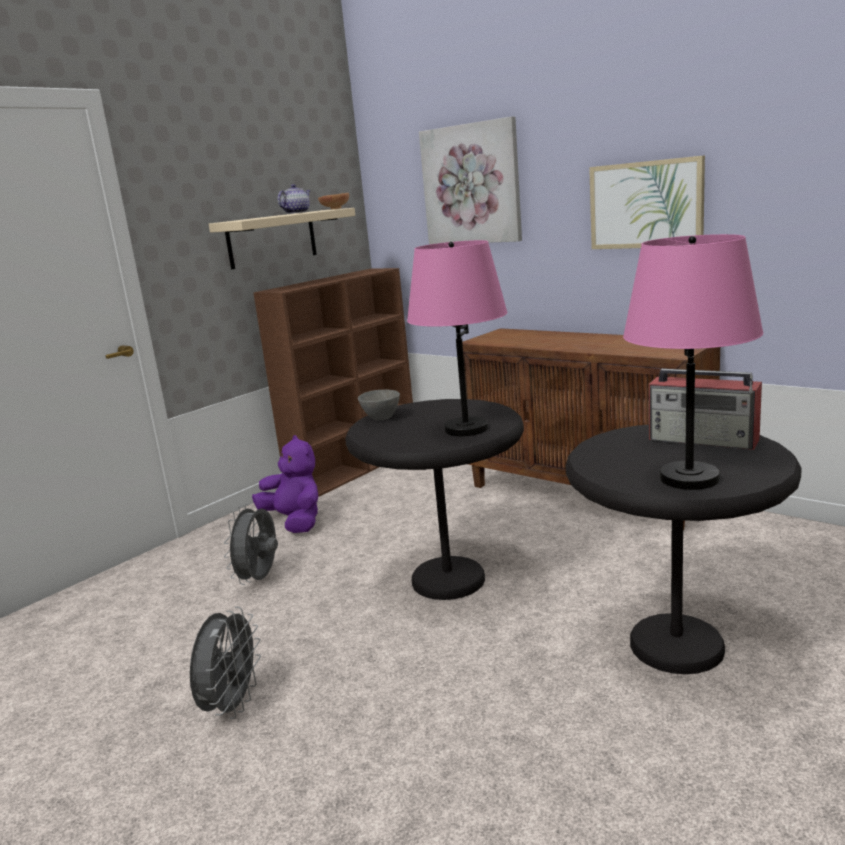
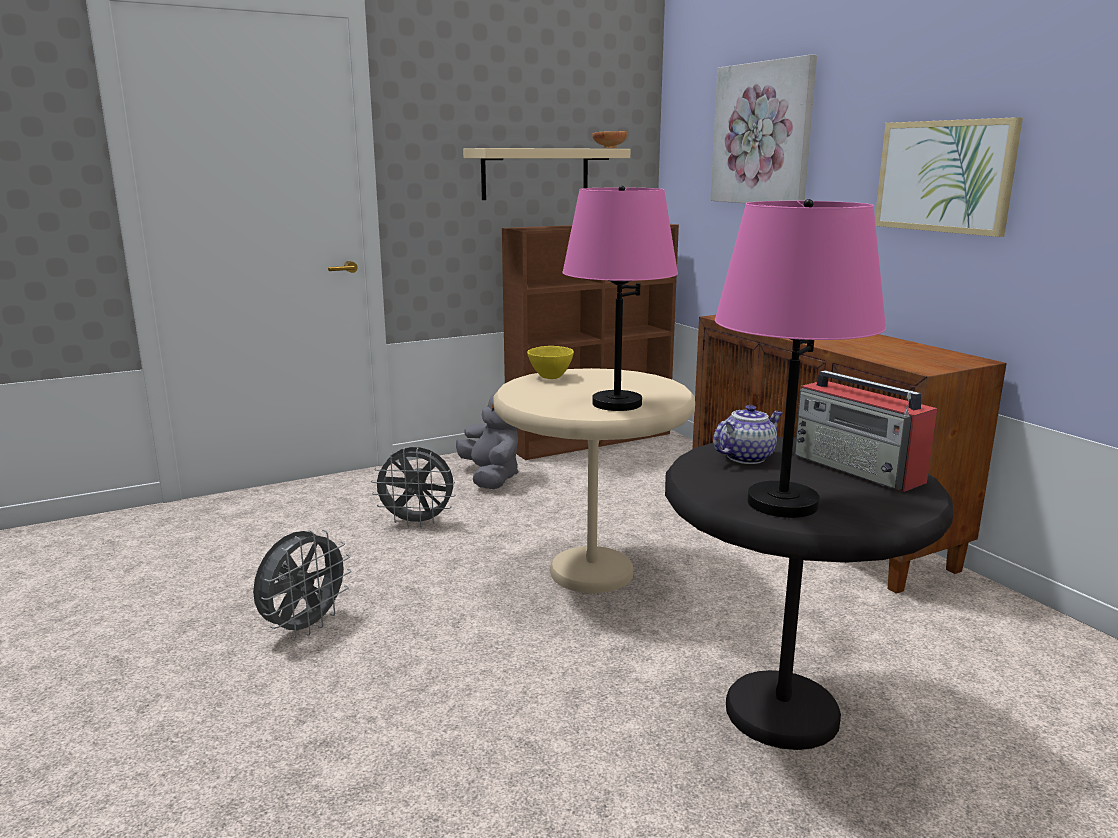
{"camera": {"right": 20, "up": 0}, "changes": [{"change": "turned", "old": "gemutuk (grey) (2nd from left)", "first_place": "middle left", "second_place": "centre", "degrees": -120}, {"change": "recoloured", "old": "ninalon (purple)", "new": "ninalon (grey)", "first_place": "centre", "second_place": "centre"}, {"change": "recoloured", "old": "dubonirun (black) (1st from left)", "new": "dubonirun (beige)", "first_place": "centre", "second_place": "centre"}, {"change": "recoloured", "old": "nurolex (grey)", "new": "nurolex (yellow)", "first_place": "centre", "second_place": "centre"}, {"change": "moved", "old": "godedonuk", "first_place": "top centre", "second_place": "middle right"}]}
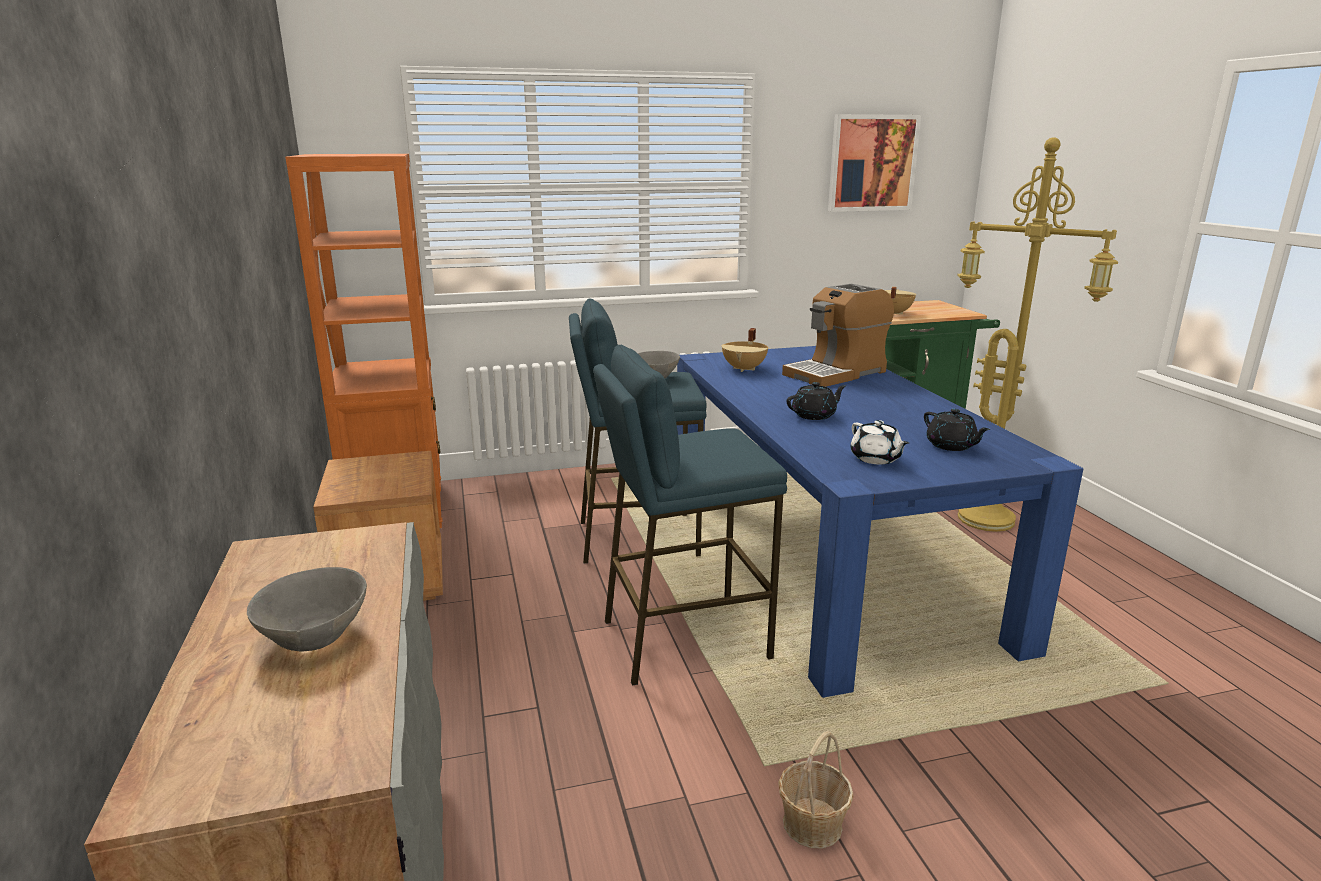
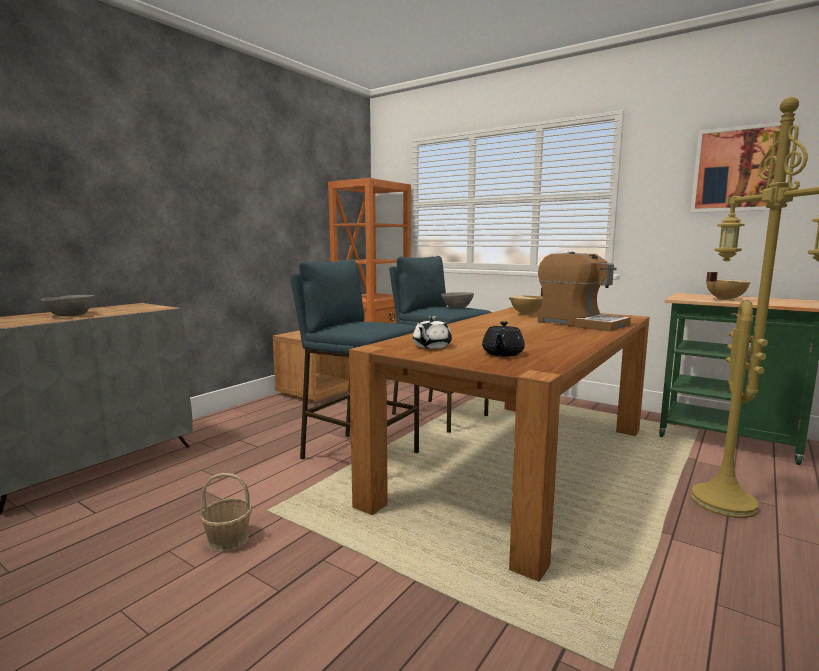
{"camera": {"right": 50, "up": -10}, "changes": [{"change": "recoloured", "old": "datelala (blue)", "new": "datelala (brown)", "first_place": "centre", "second_place": "centre"}, {"change": "turned", "old": "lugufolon", "first_place": "centre", "second_place": "middle right", "degrees": -150}, {"change": "removed", "old": "godedonuk (black) (1st from left)", "first_place": "centre"}]}
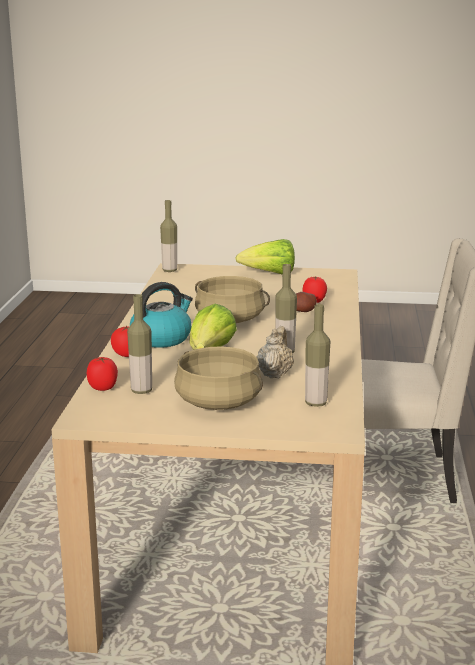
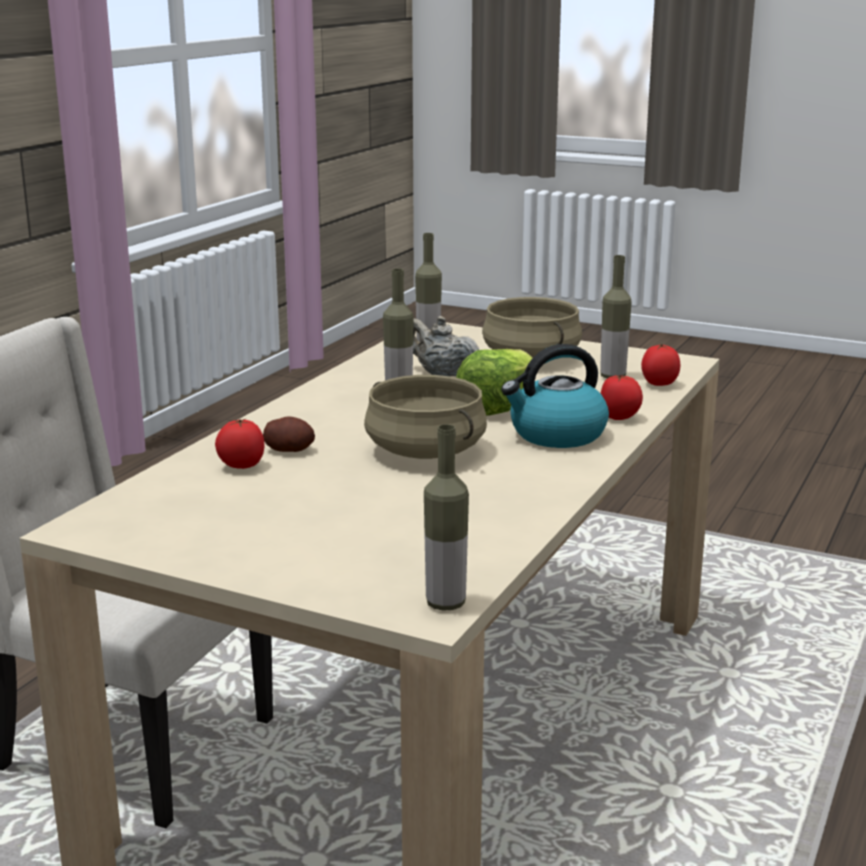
{"camera": {"right": -160, "up": 0}, "changes": [{"change": "turned", "old": "godedonuk (beige)", "first_place": "centre", "second_place": "centre", "degrees": 90}, {"change": "removed", "old": "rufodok (2nd from left)", "first_place": "centre"}]}
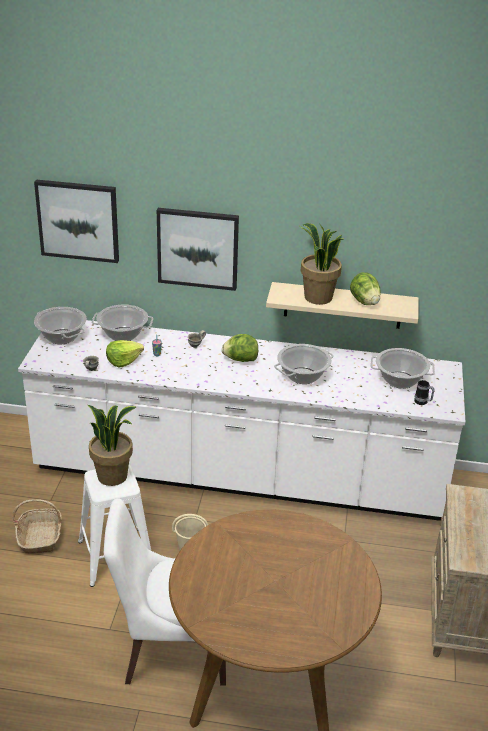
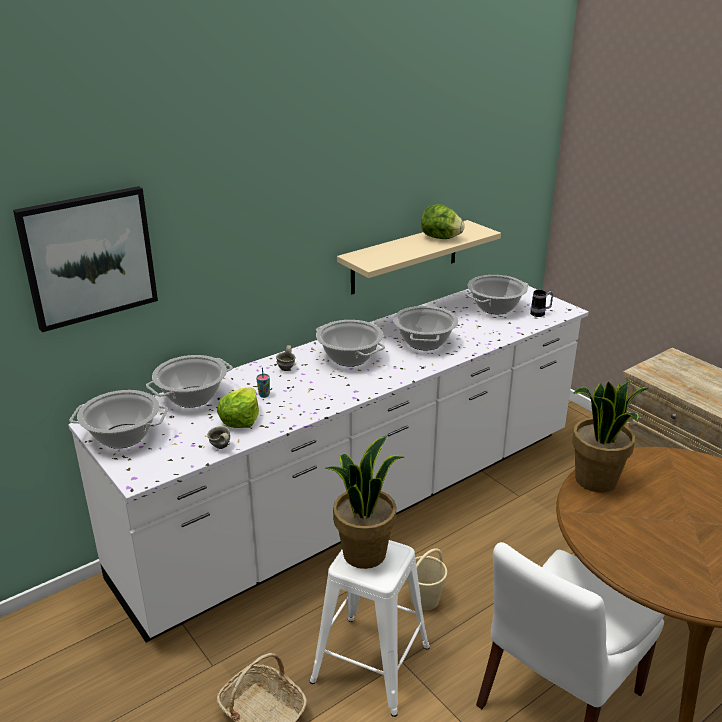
{"camera": {"right": -45, "up": -5}, "changes": [{"change": "replaced", "old": "rufodok (2nd from left)", "new": "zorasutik (3rd from left)", "first_place": "centre", "second_place": "centre"}, {"change": "moved", "old": "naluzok (2nd from left)", "first_place": "centre", "second_place": "middle right"}, {"change": "removed", "old": "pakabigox (2nd from left)", "first_place": "centre"}]}
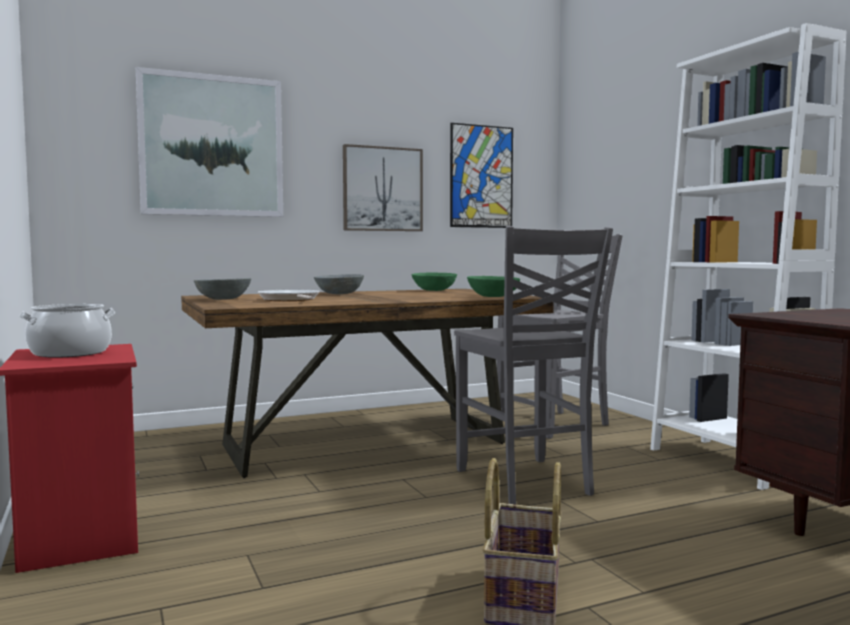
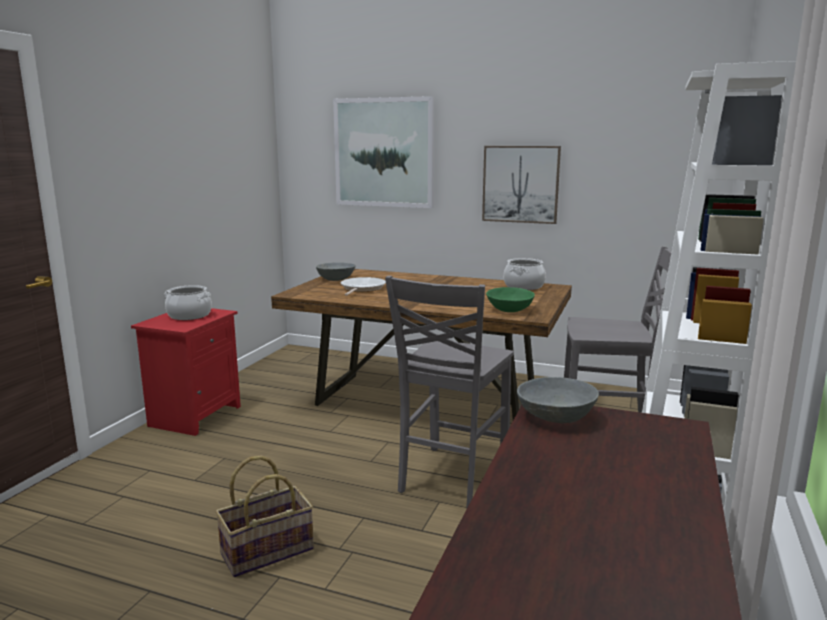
{"camera": {"right": 45, "up": 10}, "changes": [{"change": "replaced", "old": "nurolex (green) (1st from left)", "new": "zorasutik (2nd from left)", "first_place": "centre", "second_place": "centre"}, {"change": "moved", "old": "nurolex (grey) (2nd from left)", "first_place": "centre", "second_place": "middle right"}, {"change": "removed", "old": "pakabigox (3rd from left)", "first_place": "top centre"}]}
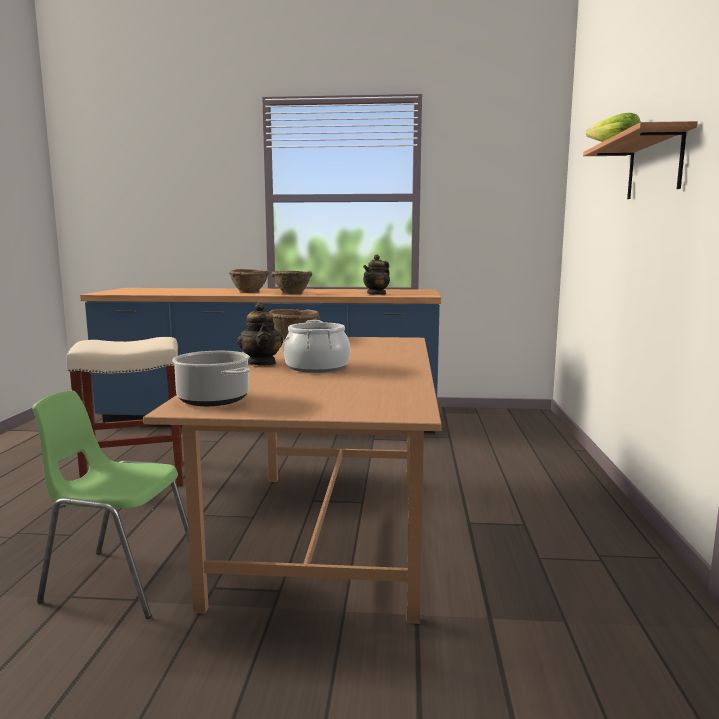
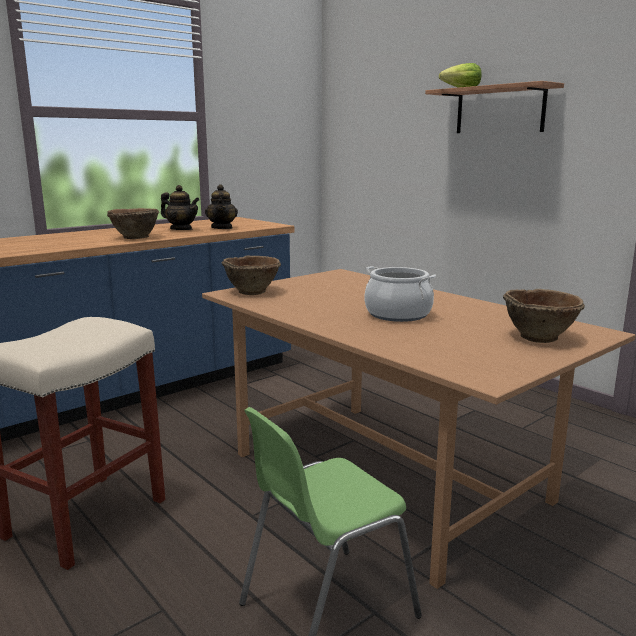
{"camera": {"right": -45, "up": 5}, "changes": [{"change": "moved", "old": "godedonuk (1st from left)", "first_place": "centre", "second_place": "top left"}, {"change": "moved", "old": "nurolex (brown) (1st from left in the first image)", "new": "nurolex (brown) (3rd from left)", "first_place": "centre", "second_place": "middle right"}, {"change": "removed", "old": "zorasutik (1st from left)", "first_place": "middle left"}]}
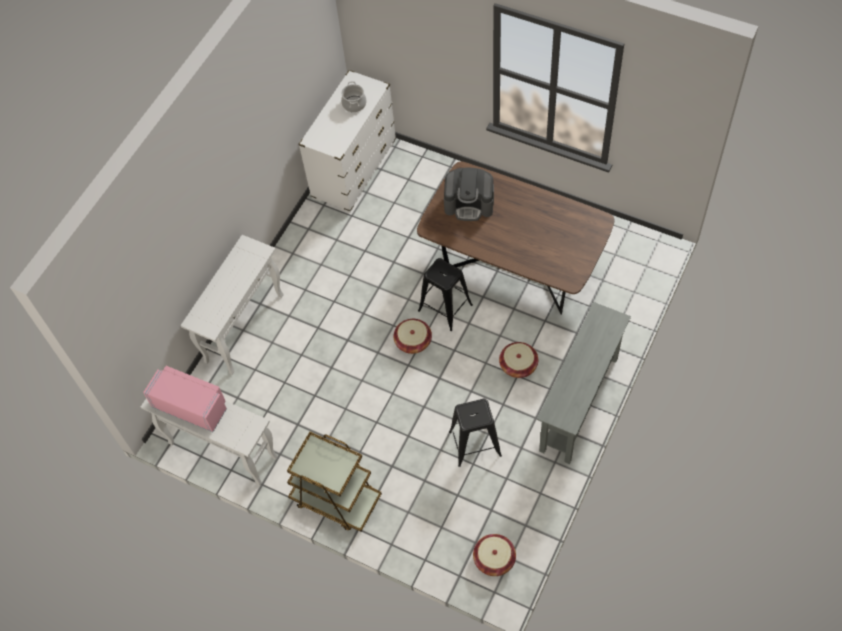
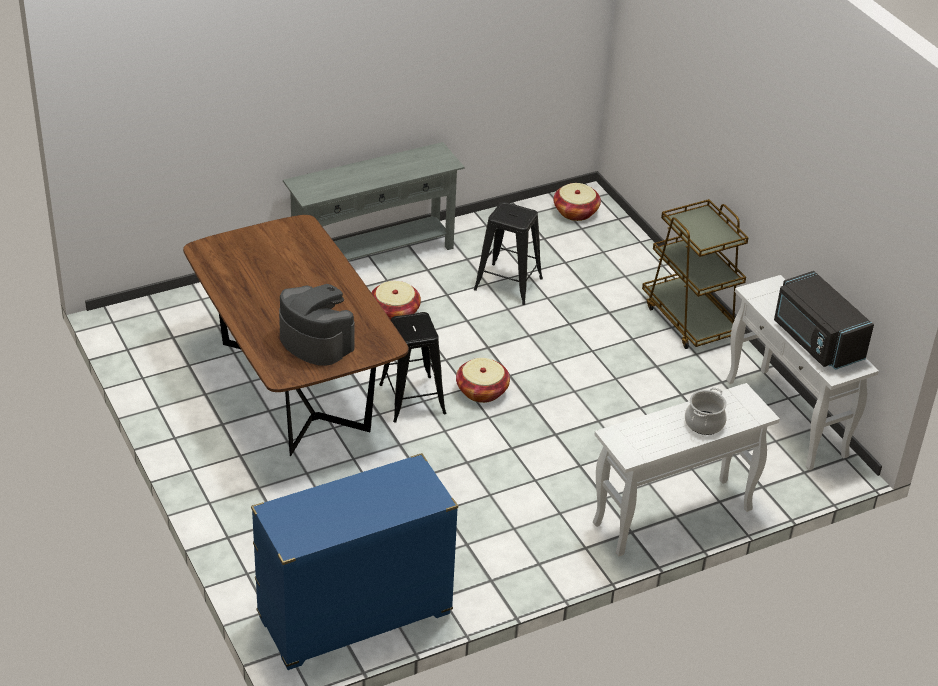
{"camera": {"right": -150, "up": -20}, "changes": [{"change": "recoloured", "old": "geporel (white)", "new": "geporel (blue)", "first_place": "top centre", "second_place": "bottom centre"}, {"change": "moved", "old": "zorasutik", "first_place": "top centre", "second_place": "middle right"}, {"change": "recoloured", "old": "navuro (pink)", "new": "navuro (black)", "first_place": "middle left", "second_place": "middle right"}]}
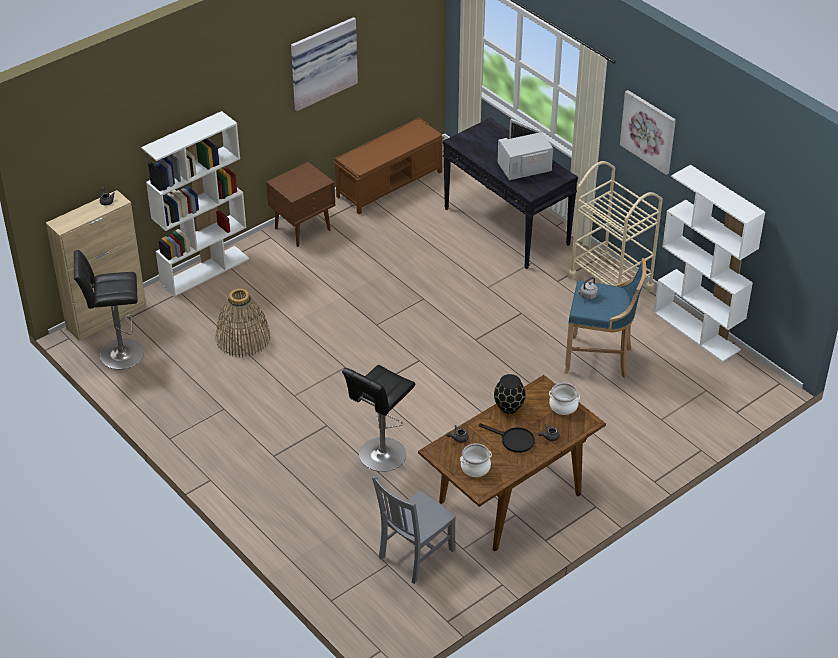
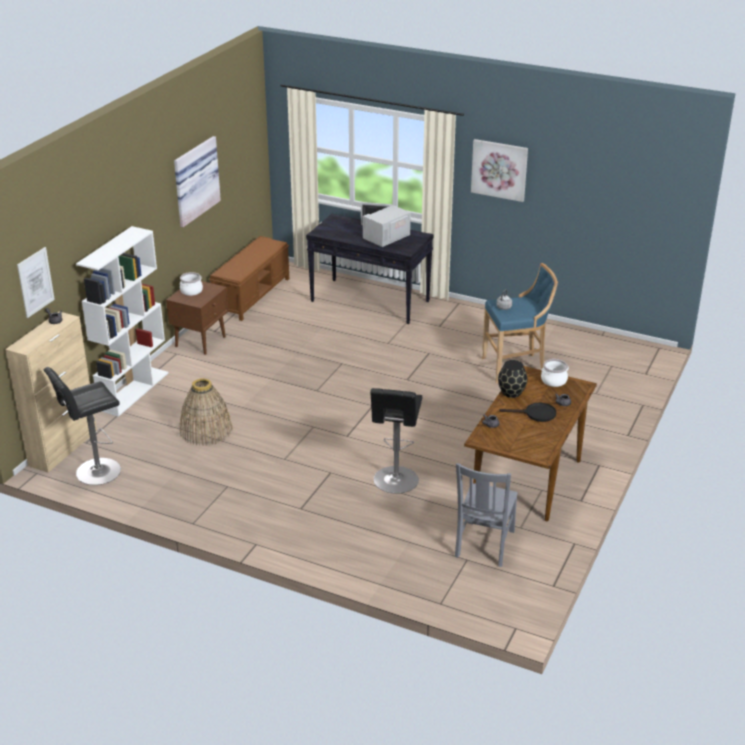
{"camera": {"right": -25, "up": -10}, "changes": [{"change": "added", "new": "pakabigox (1st from left)", "second_place": "middle left"}, {"change": "moved", "old": "zorasutik (1st from left)", "first_place": "bottom centre", "second_place": "middle left"}, {"change": "removed", "old": "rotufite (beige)", "first_place": "middle right"}, {"change": "removed", "old": "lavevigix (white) (2nd from left)", "first_place": "middle right"}]}
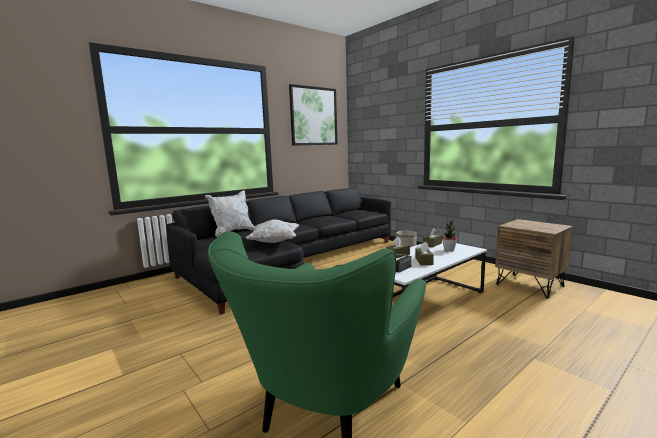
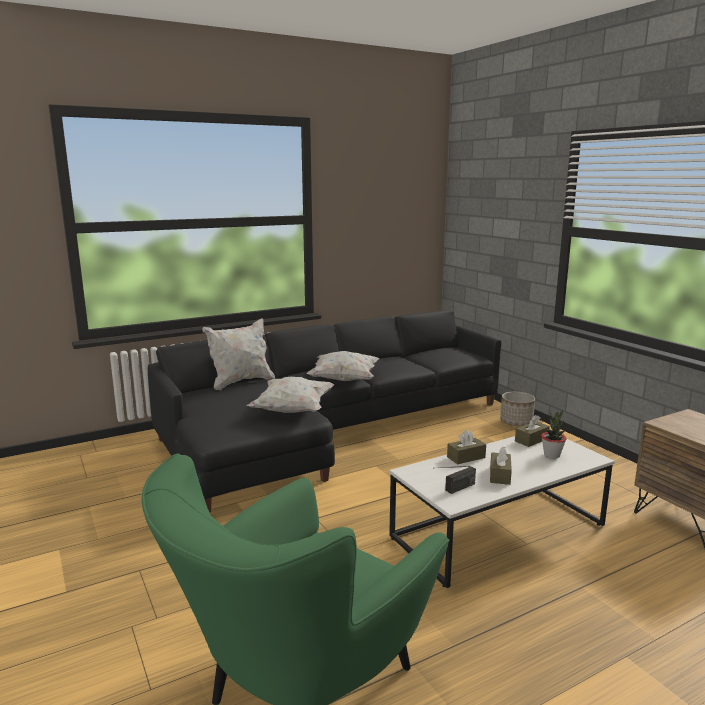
{"camera": {"right": 10, "up": 5}, "changes": [{"change": "added", "new": "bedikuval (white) (3rd from left)", "second_place": "centre"}, {"change": "removed", "old": "pakabigox", "first_place": "top centre"}]}
